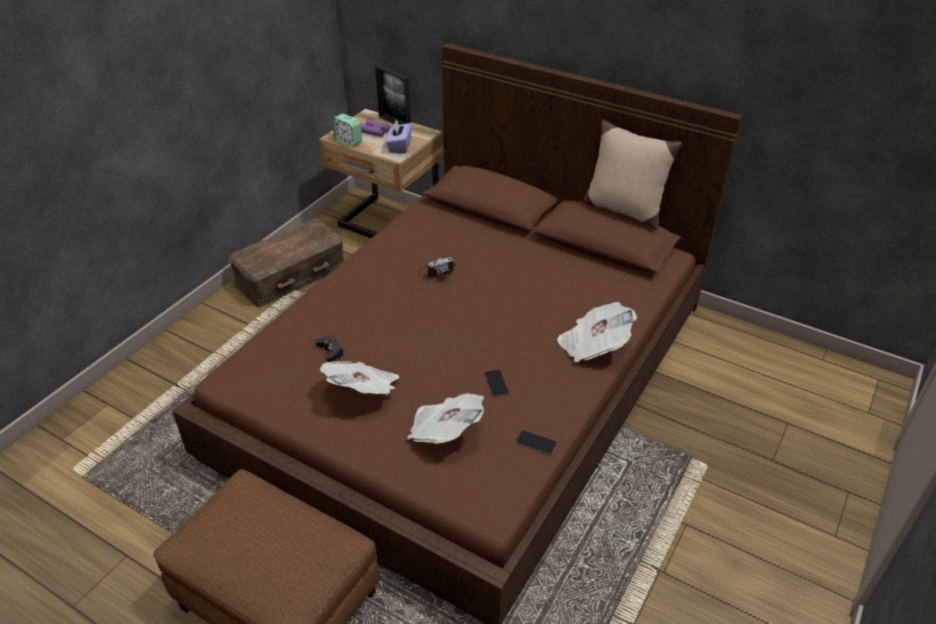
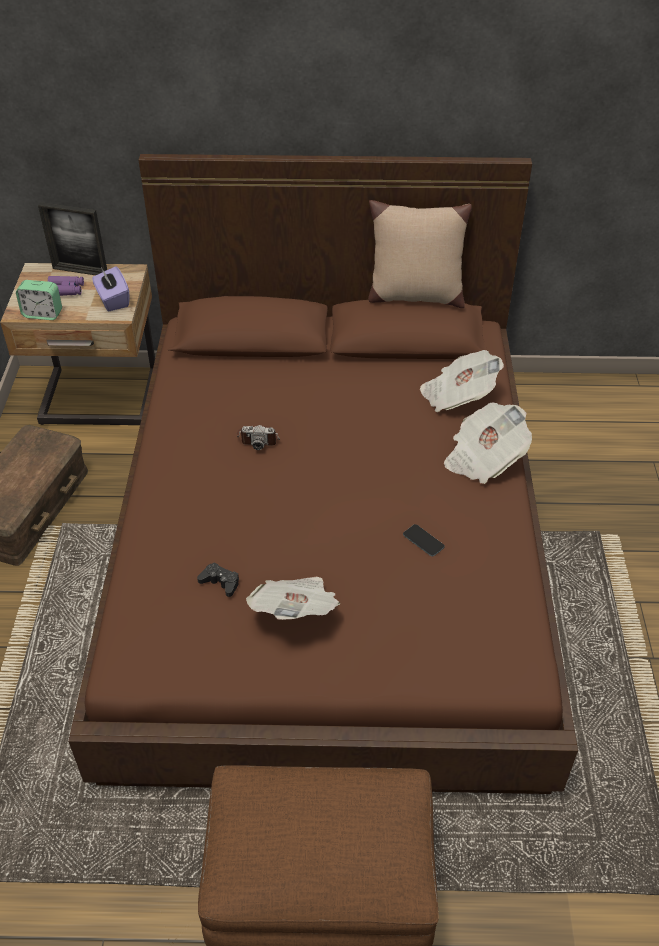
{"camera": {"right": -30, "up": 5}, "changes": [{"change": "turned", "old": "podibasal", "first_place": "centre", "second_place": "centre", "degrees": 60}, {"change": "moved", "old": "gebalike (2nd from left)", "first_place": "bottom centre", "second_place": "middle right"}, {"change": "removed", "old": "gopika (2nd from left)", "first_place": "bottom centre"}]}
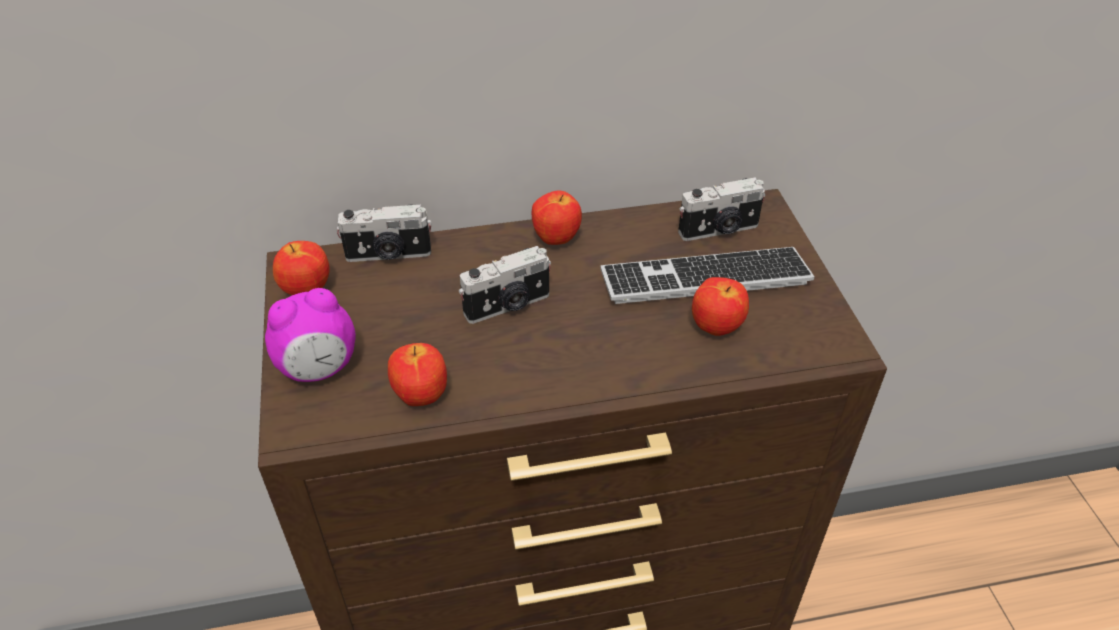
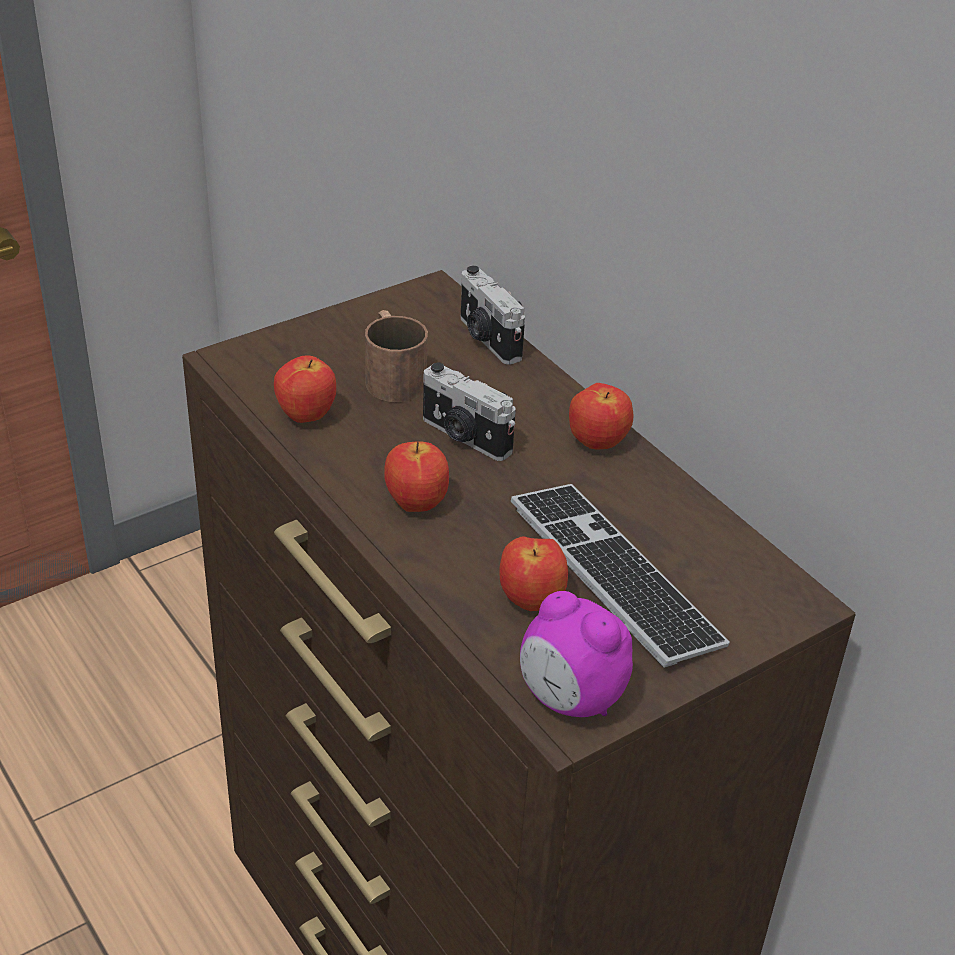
{"camera": {"right": 65, "up": -5}, "changes": [{"change": "added", "new": "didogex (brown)", "second_place": "centre"}, {"change": "moved", "old": "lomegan (1st from left in the first image)", "new": "lomegan (2nd from left)", "first_place": "middle left", "second_place": "centre"}, {"change": "moved", "old": "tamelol", "first_place": "middle left", "second_place": "bottom centre"}, {"change": "removed", "old": "podibasal (3rd from left)", "first_place": "top centre"}]}
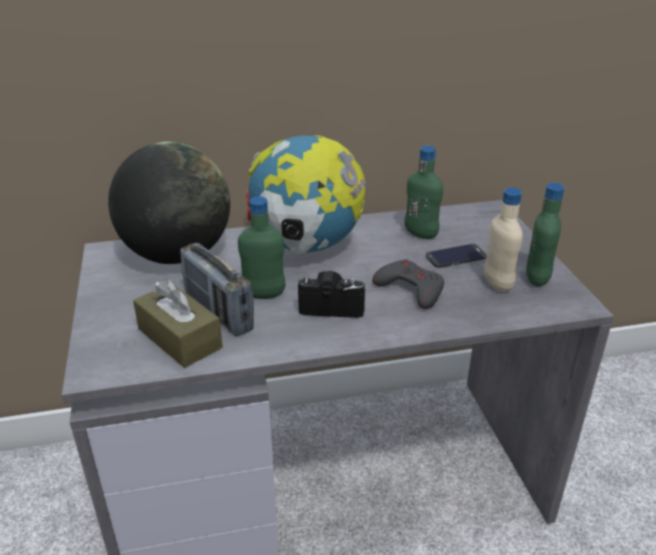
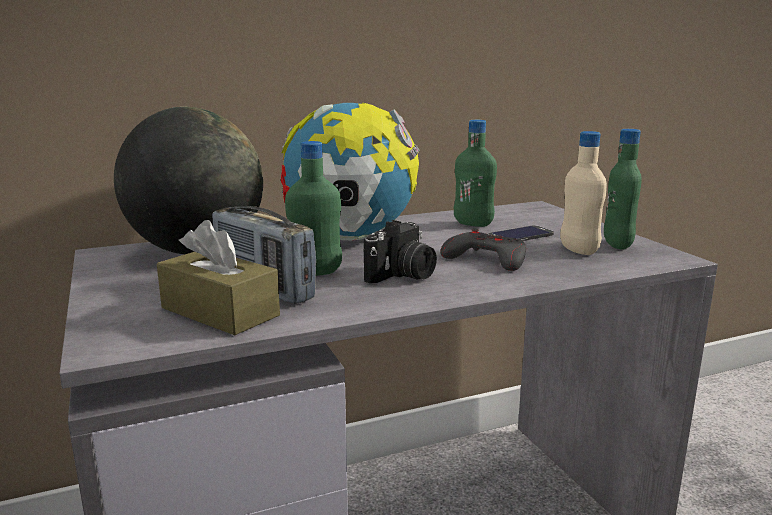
{"camera": {"right": -10, "up": -15}, "changes": [{"change": "turned", "old": "podibasal", "first_place": "centre", "second_place": "centre", "degrees": 135}]}
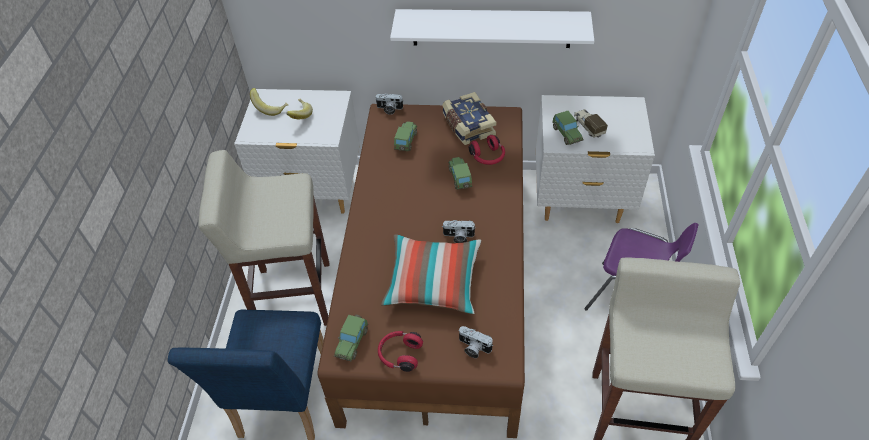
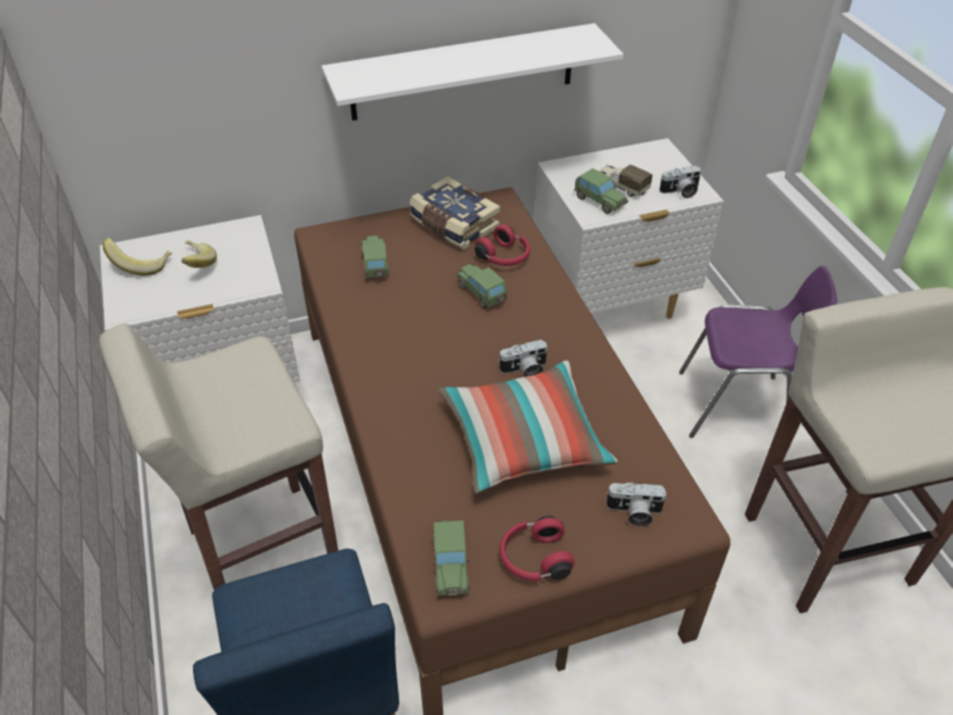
{"camera": {"right": -25, "up": -5}, "changes": [{"change": "moved", "old": "podibasal (1st from left in the first image)", "new": "podibasal (3rd from left)", "first_place": "top centre", "second_place": "top right"}]}
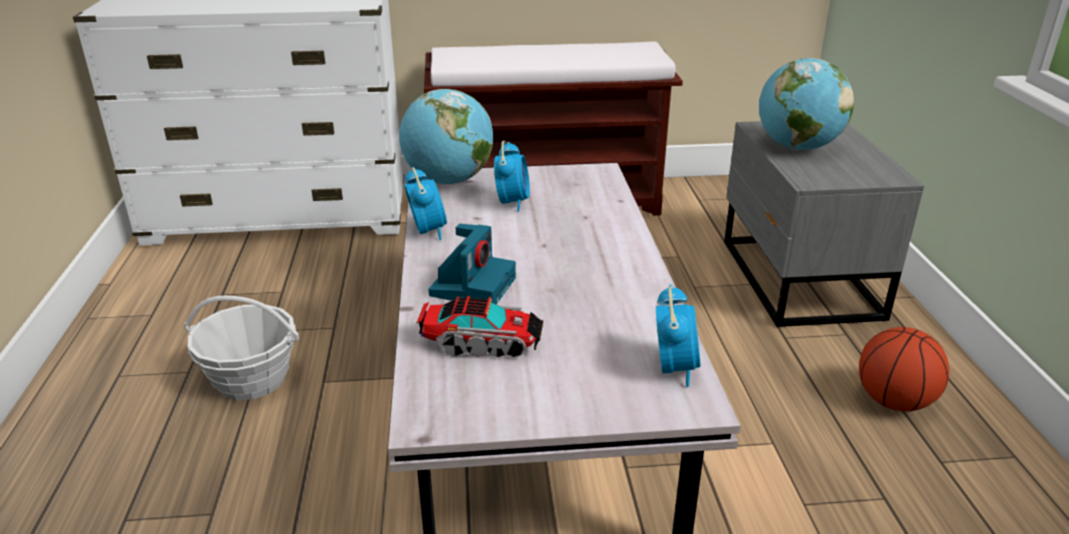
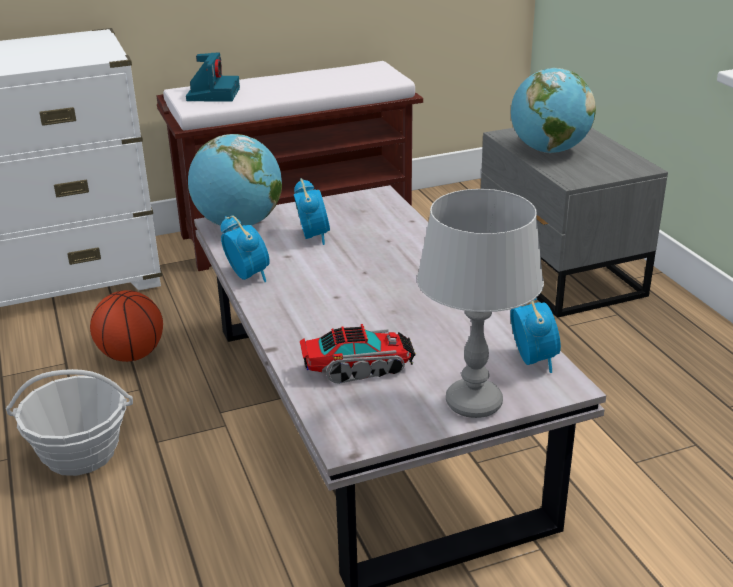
{"camera": {"right": -15, "up": 0}, "changes": [{"change": "moved", "old": "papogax", "first_place": "bottom right", "second_place": "middle left"}, {"change": "moved", "old": "podibasal", "first_place": "centre", "second_place": "top left"}, {"change": "added", "new": "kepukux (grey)", "second_place": "centre"}]}
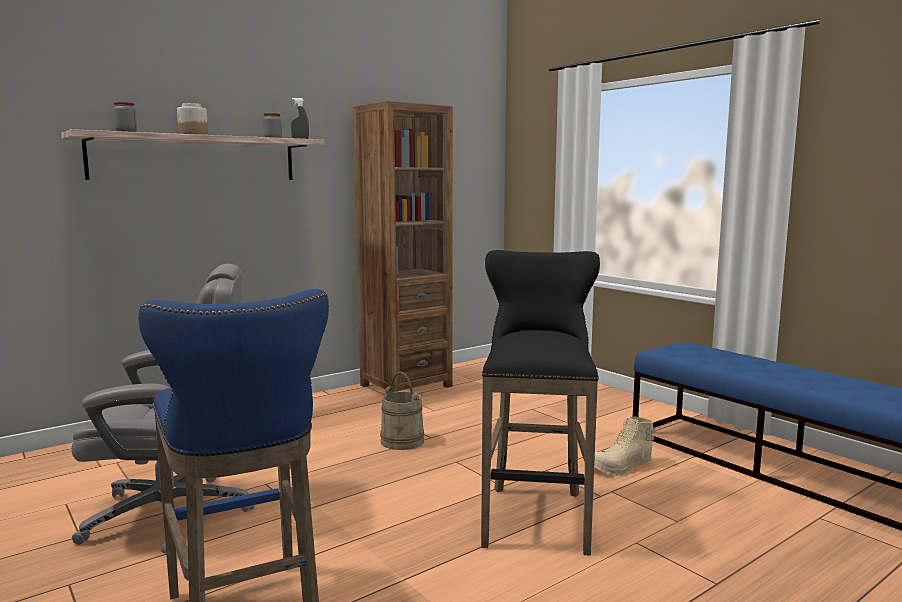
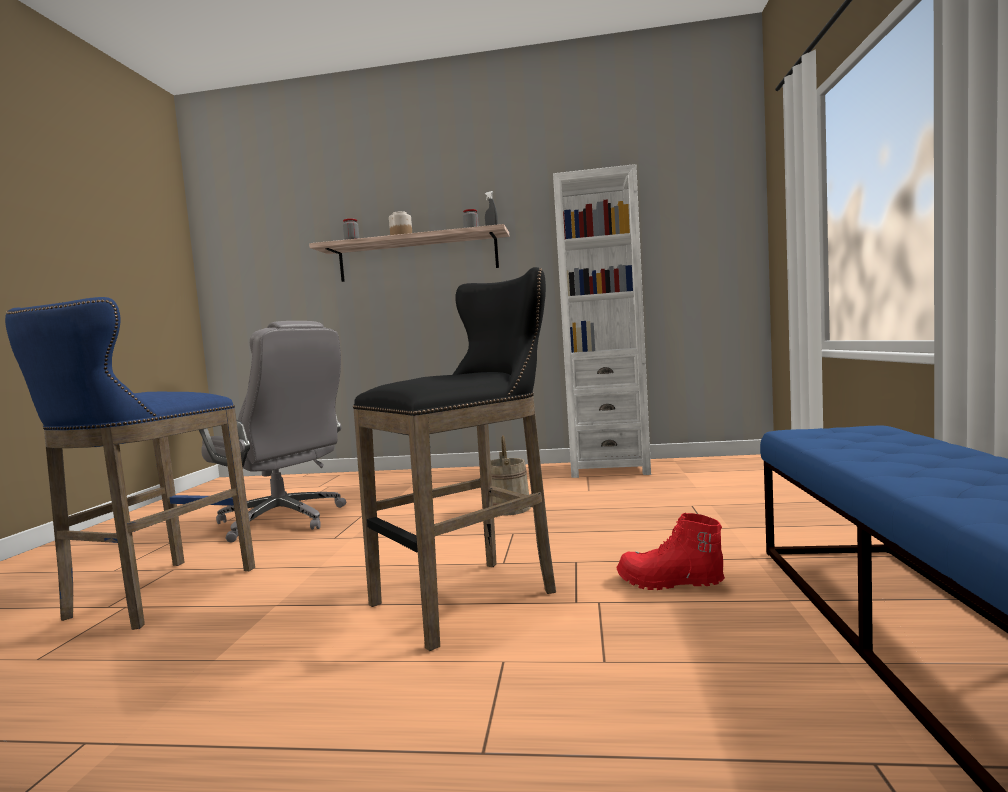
{"camera": {"right": 45, "up": -5}, "changes": [{"change": "recoloured", "old": "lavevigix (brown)", "new": "lavevigix (white)", "first_place": "centre", "second_place": "centre"}, {"change": "recoloured", "old": "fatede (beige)", "new": "fatede (red)", "first_place": "bottom right", "second_place": "bottom centre"}]}
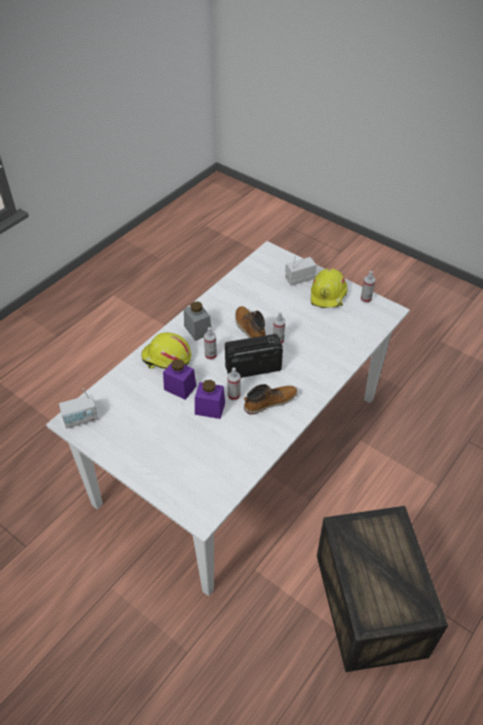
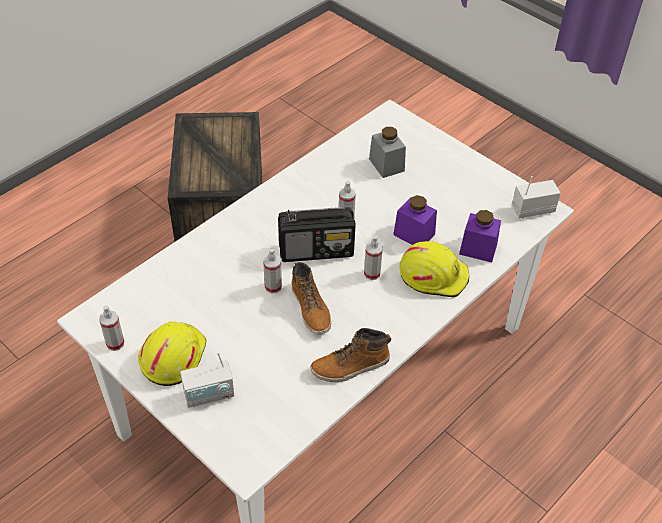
{"camera": {"right": -175, "up": 0}, "changes": [{"change": "moved", "old": "fatede (2nd from left)", "first_place": "centre", "second_place": "bottom centre"}, {"change": "moved", "old": "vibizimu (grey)", "first_place": "centre", "second_place": "top centre"}, {"change": "moved", "old": "vibizimu (purple) (2nd from left)", "first_place": "centre", "second_place": "middle right"}]}
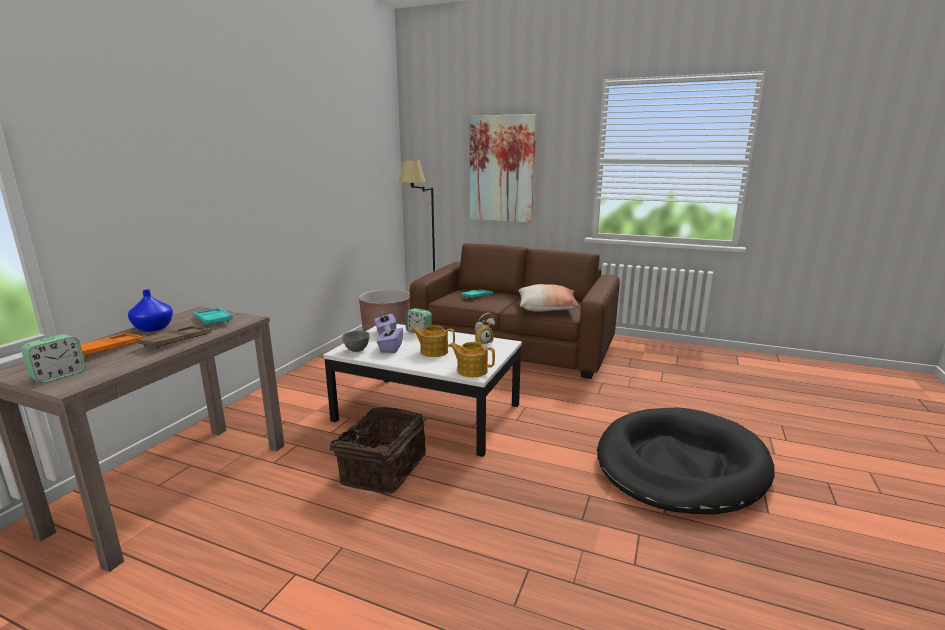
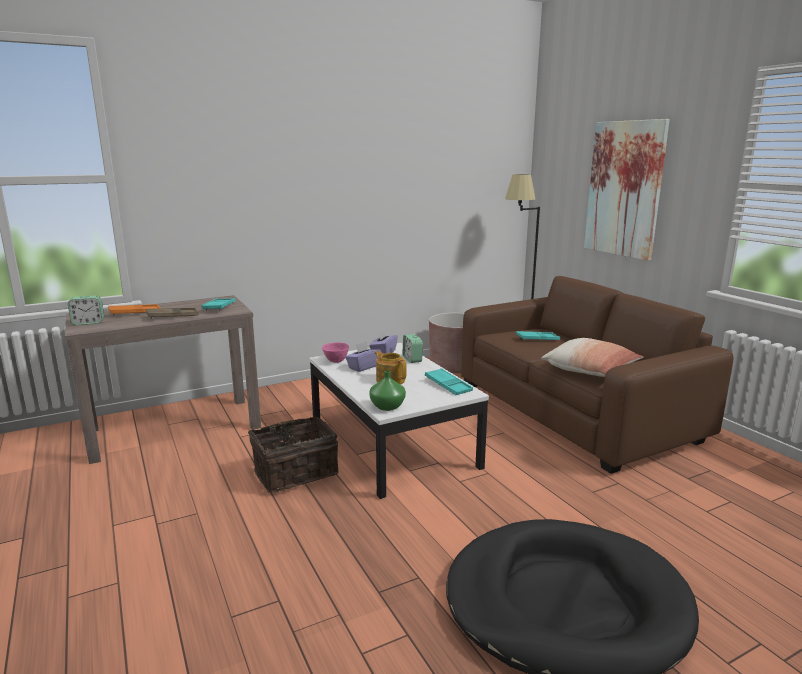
{"camera": {"right": 40, "up": 0}, "changes": [{"change": "recoloured", "old": "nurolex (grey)", "new": "nurolex (pink)", "first_place": "centre", "second_place": "centre"}, {"change": "replaced", "old": "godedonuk (2nd from left)", "new": "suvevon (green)", "first_place": "centre", "second_place": "centre"}, {"change": "replaced", "old": "tamelol (3rd from left)", "new": "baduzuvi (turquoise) (2nd from left)", "first_place": "centre", "second_place": "centre"}, {"change": "removed", "old": "suvevon (blue)", "first_place": "middle left"}]}
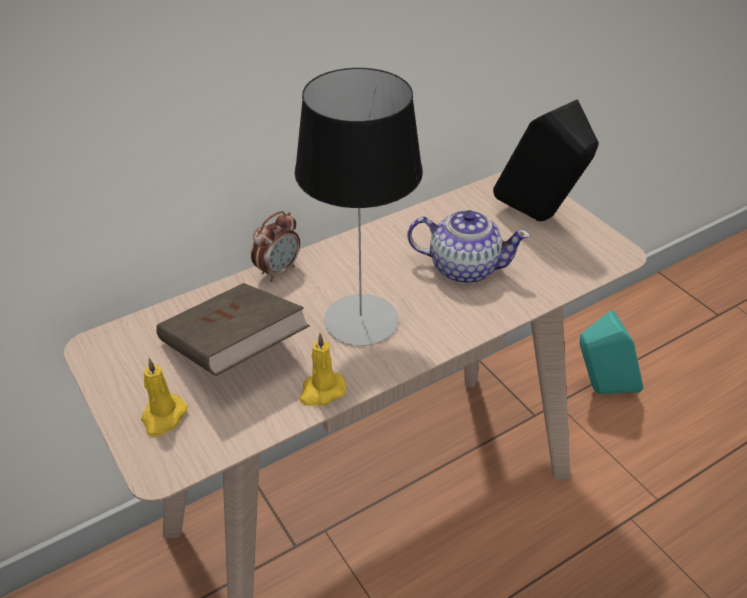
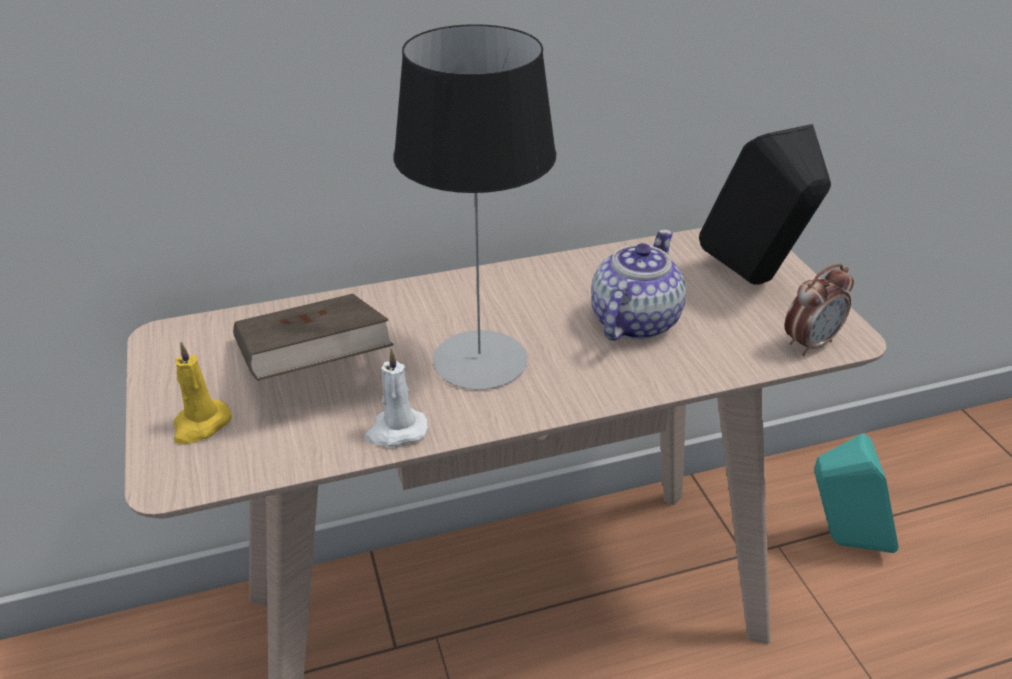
{"camera": {"right": 15, "up": -5}, "changes": [{"change": "recoloured", "old": "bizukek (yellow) (2nd from left)", "new": "bizukek (white)", "first_place": "centre", "second_place": "centre"}, {"change": "turned", "old": "godedonuk", "first_place": "centre", "second_place": "centre", "degrees": -90}, {"change": "moved", "old": "tamelol", "first_place": "centre", "second_place": "middle right"}]}
